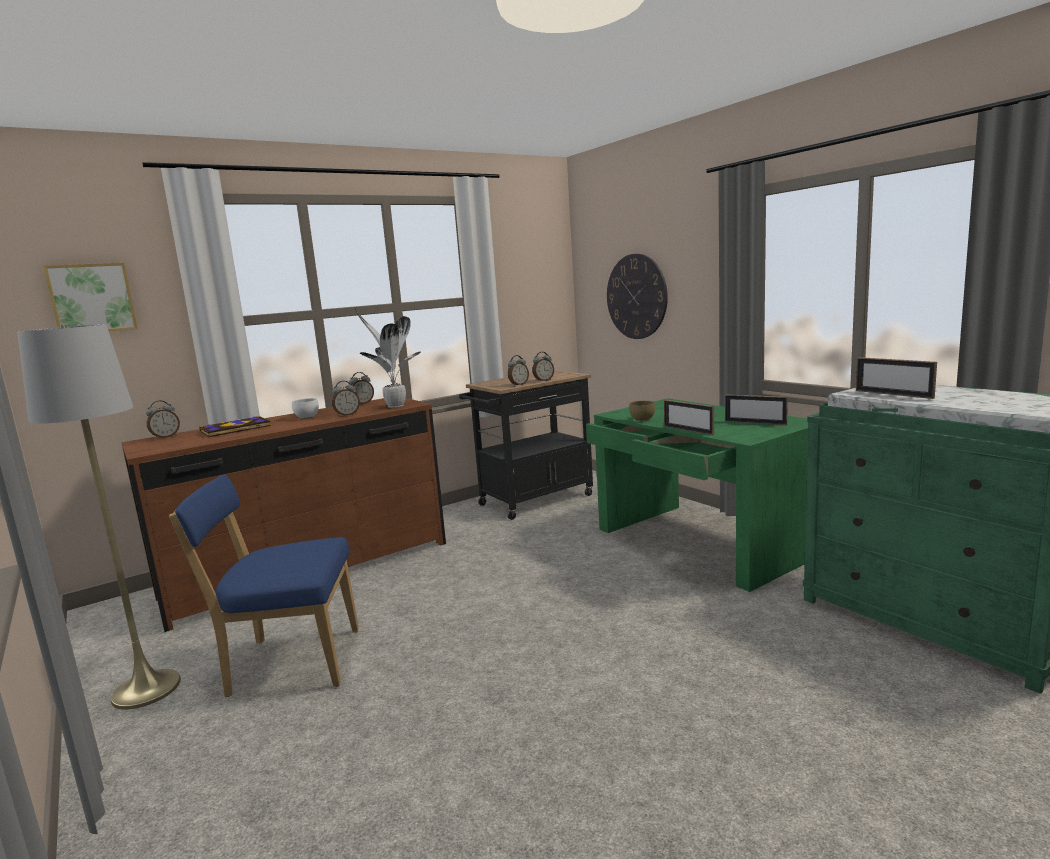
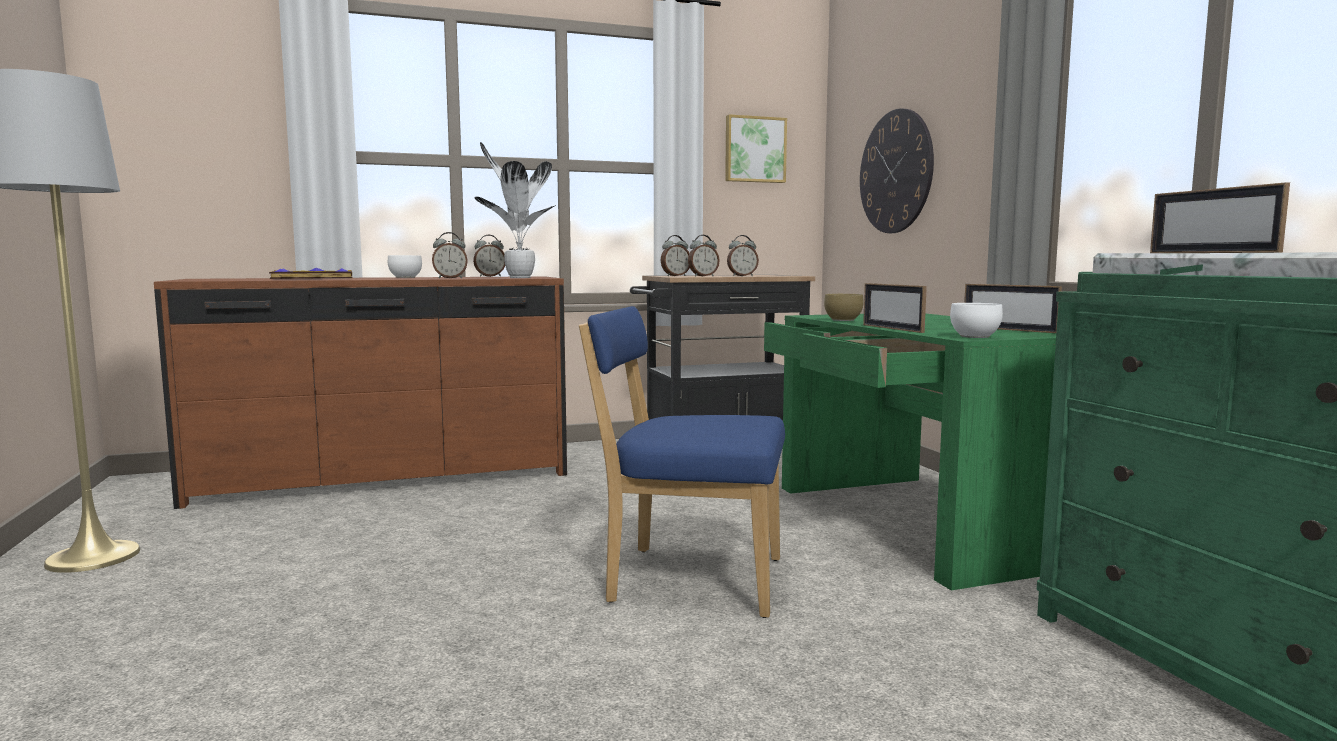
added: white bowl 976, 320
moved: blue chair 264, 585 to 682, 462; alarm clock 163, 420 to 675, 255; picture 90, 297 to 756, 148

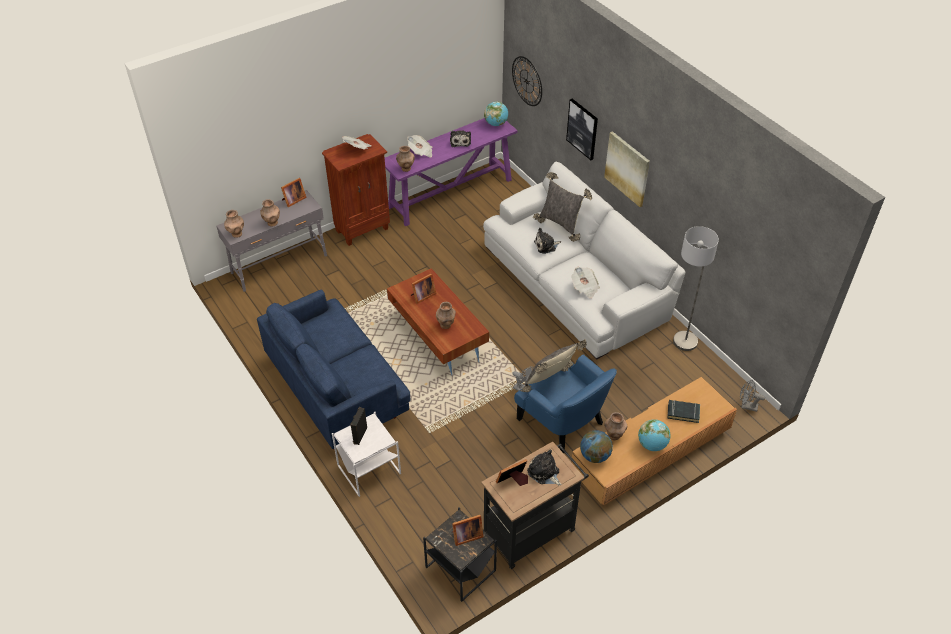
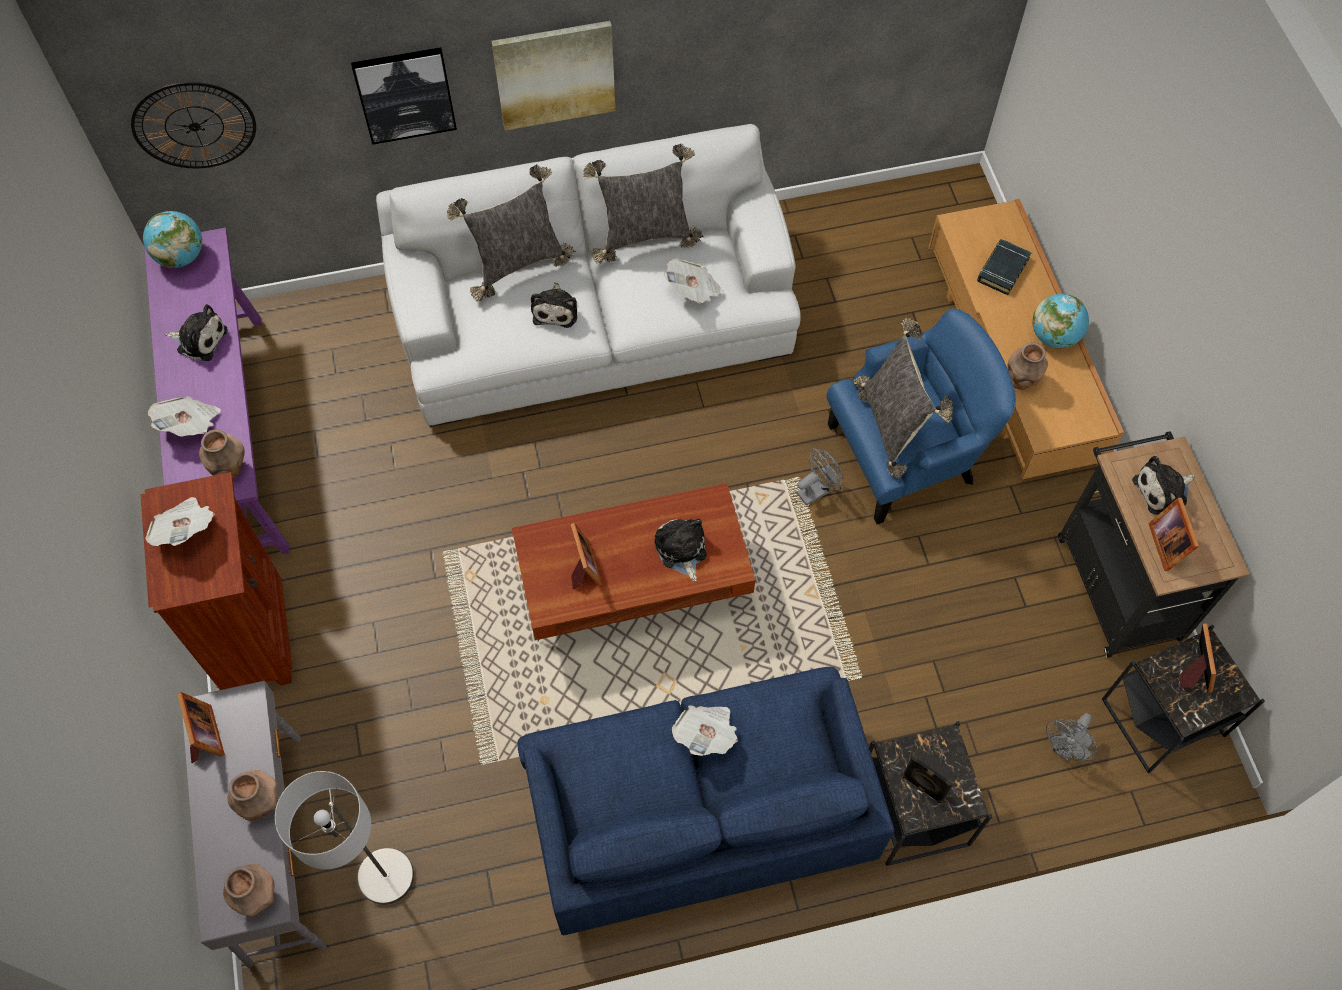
removed: globe 596, 446
added: pillow 643, 203; newspaper 705, 730
moved: grey floor lamp 696, 288 to 344, 838; grey fan 752, 396 to 1072, 737
replaced: brown vase 446, 315 to plush toy 681, 550
recoloured: white side table 366, 454 to black side table 930, 793

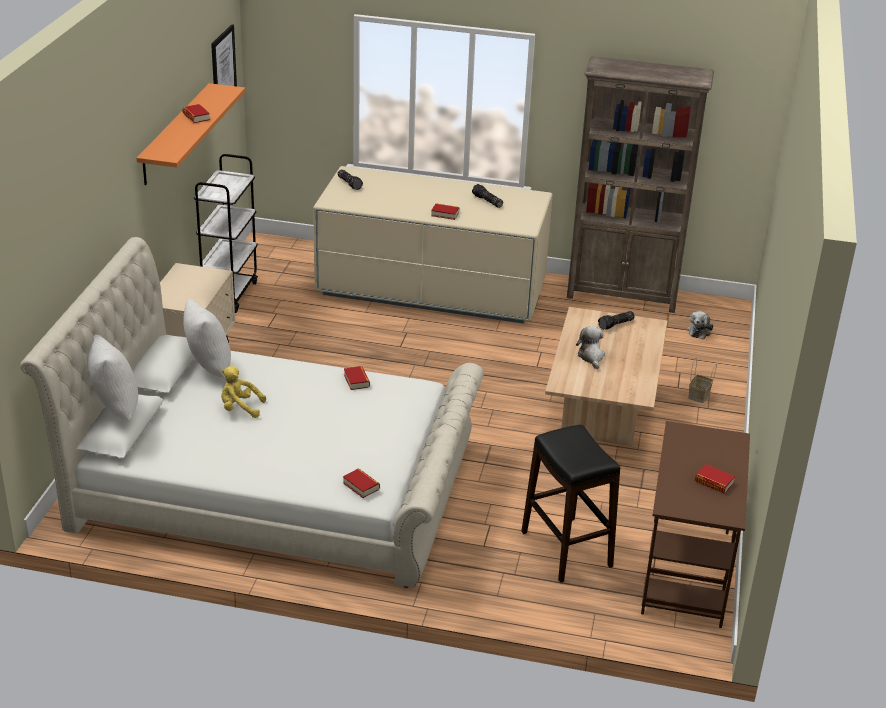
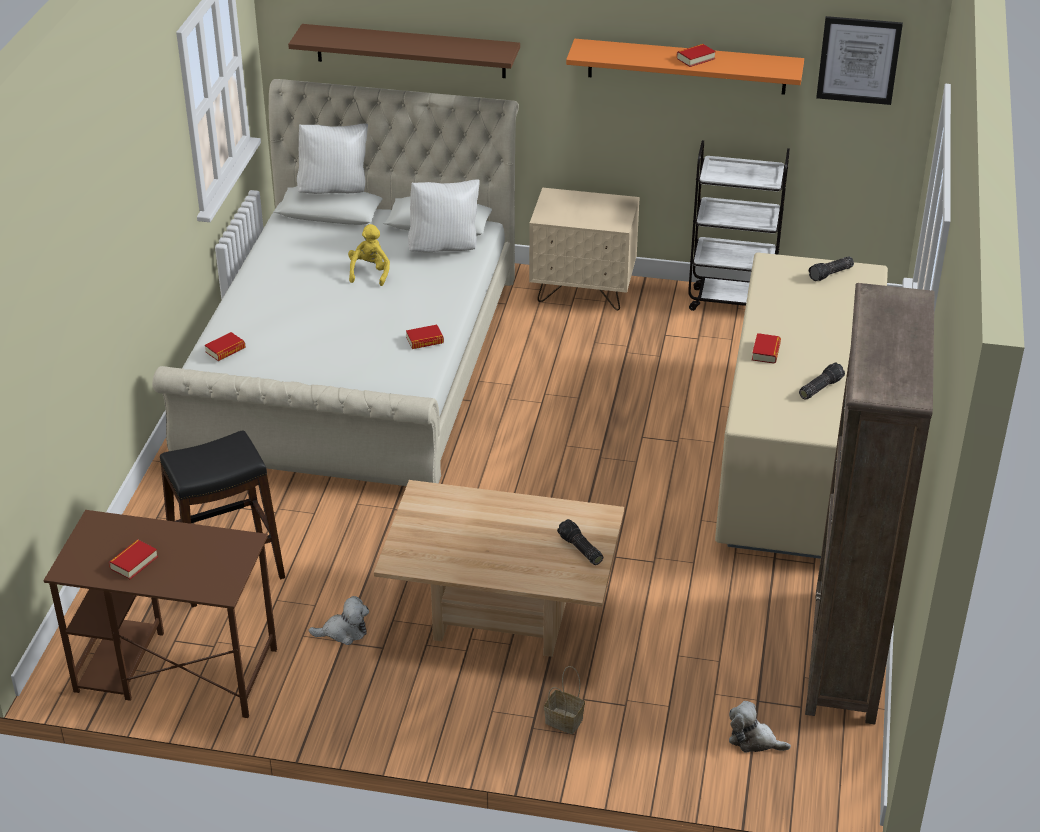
added: brown shelf 404, 51
moved: plush toy 590, 347 to 339, 620

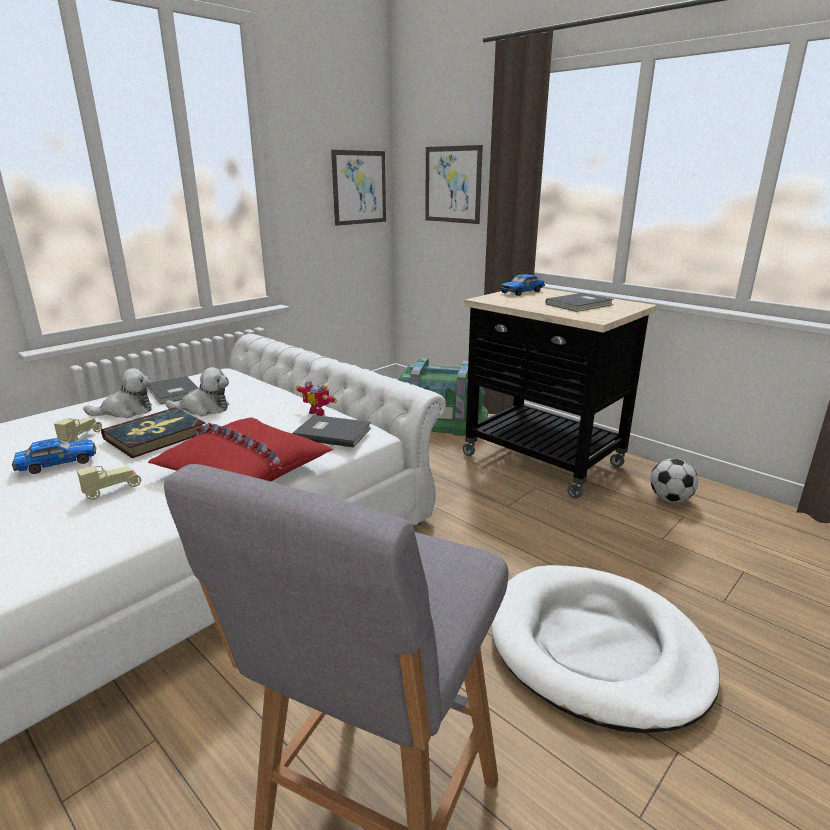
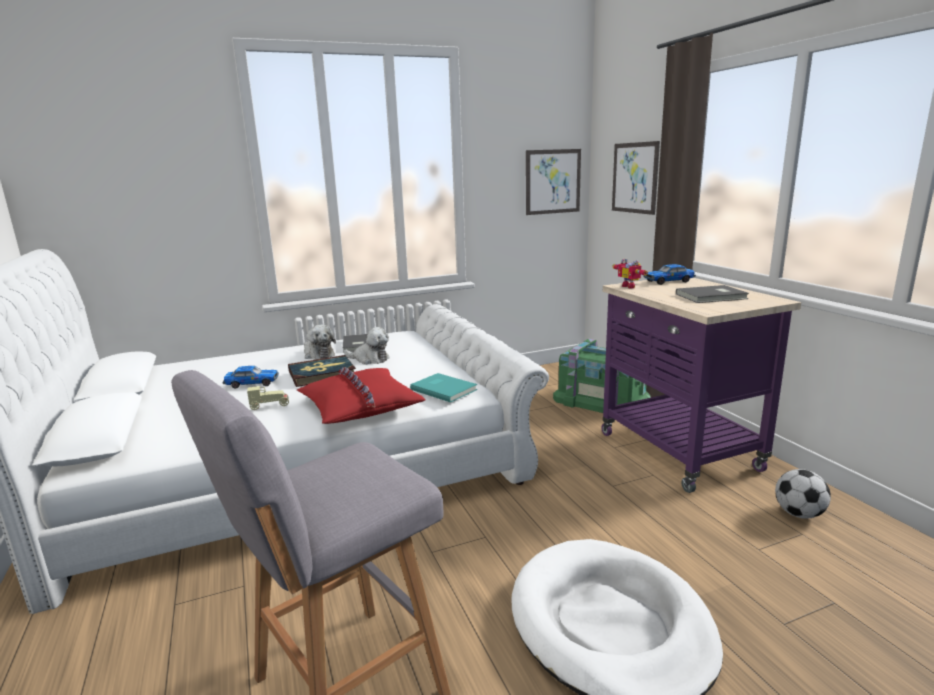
removed: beige toy car 78, 430
moved: toy robot 316, 398 to 630, 273
recoloured: grey book 331, 431 to turquoise book 443, 387; black cart 559, 393 to purple cart 701, 385
turned: plush toy 117, 393 = 320, 342 45 degrees clockwise

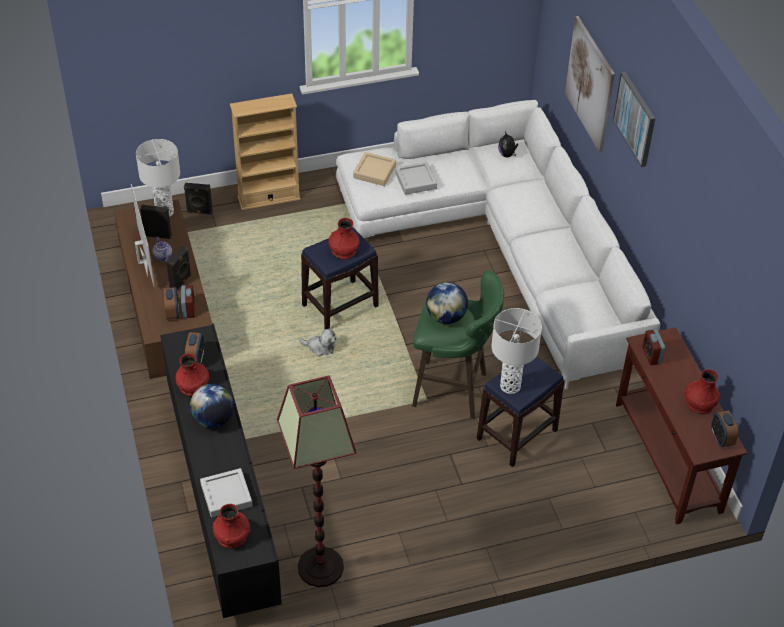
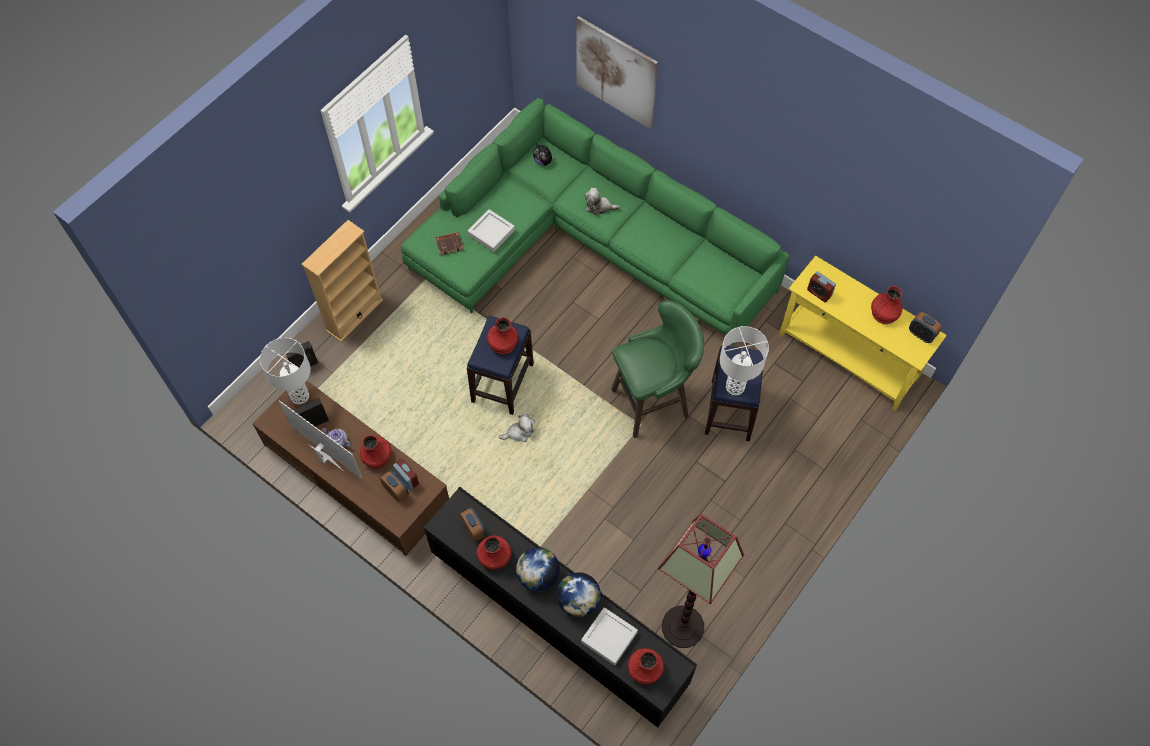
removed: picture 634, 119
added: plush toy 602, 201
moved: globe 447, 303 to 579, 594
replaced: black speaker 178, 267 to red vase 375, 452; beige tray 374, 169 to brown book 449, 243
recoloured: white sofa 498, 245 to green sofa 595, 222; brown console table 681, 425 to yellow console table 863, 333

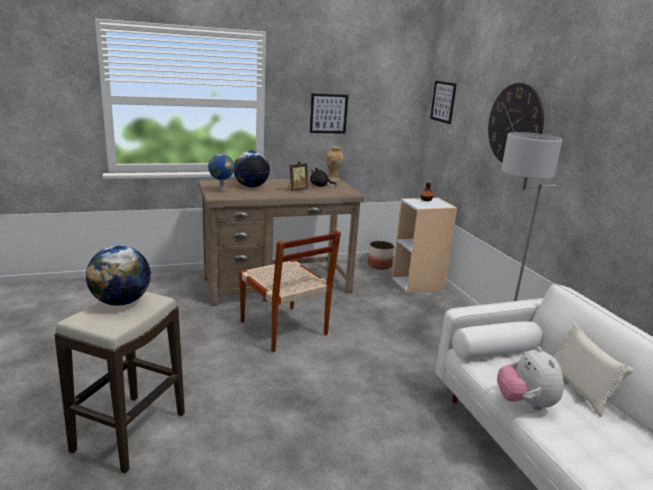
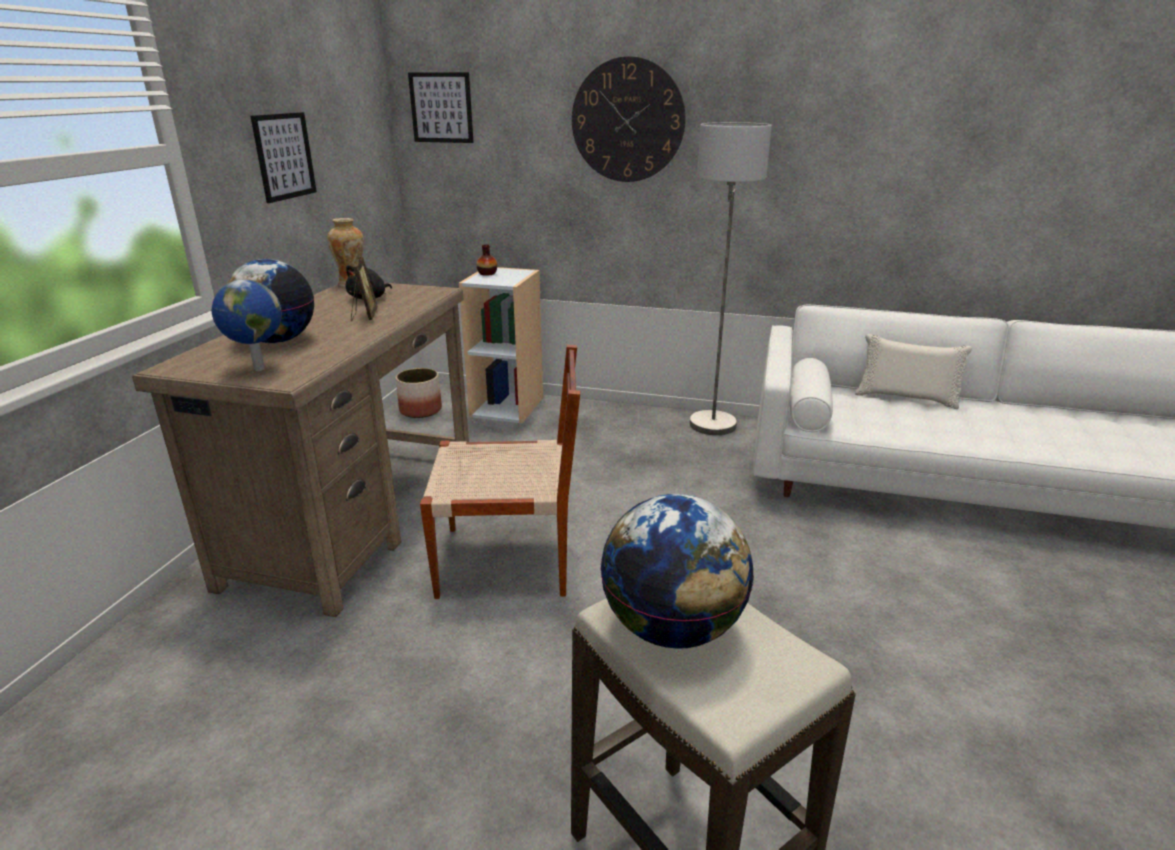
removed: plush toy 530, 378

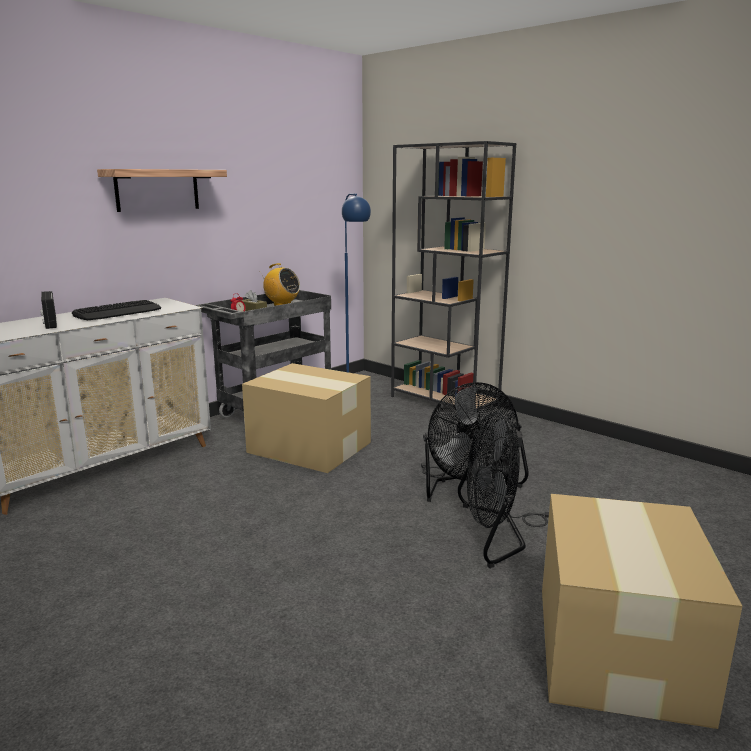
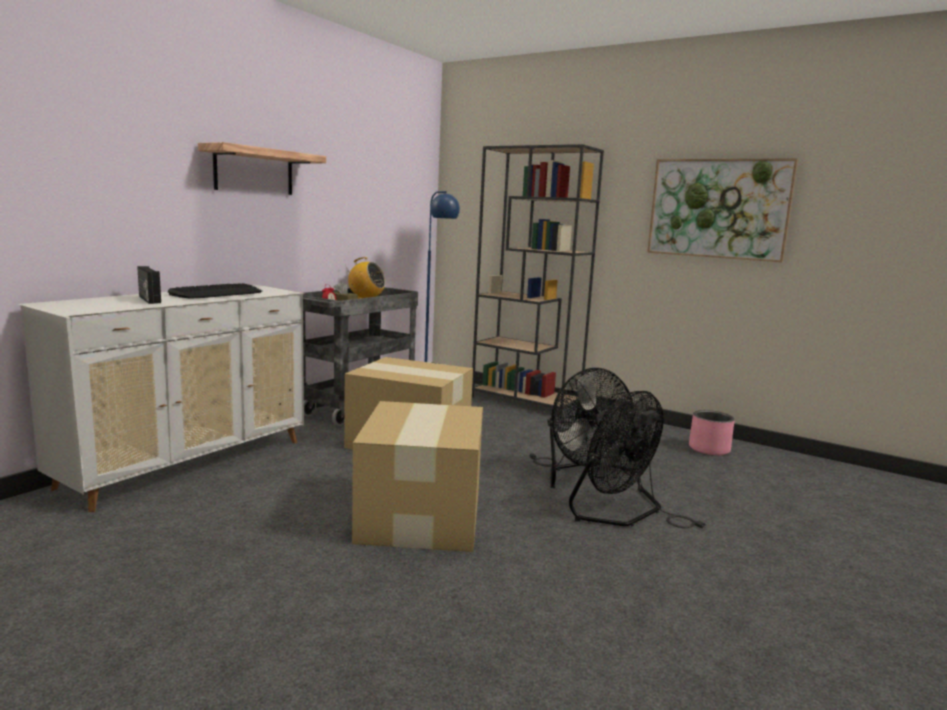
added: picture 722, 210; pink planter 712, 432
moved: cardboard box 642, 611 to 417, 476
turned: black fan 503, 490 = 637, 459 60 degrees clockwise

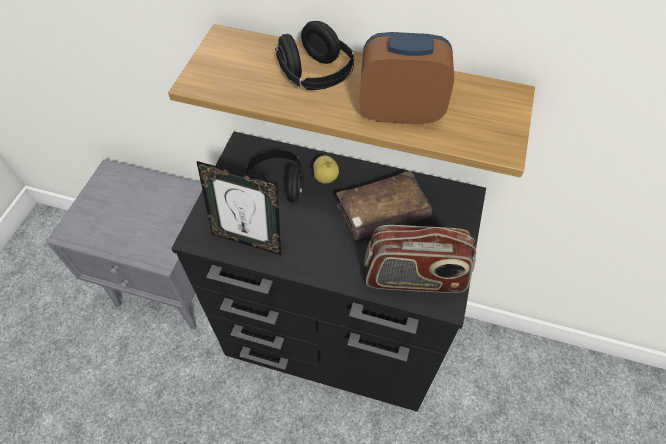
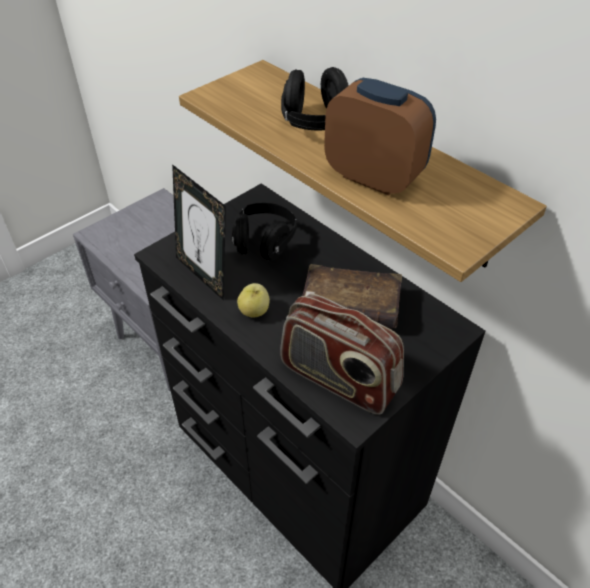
moved: apple 326, 169 to 253, 300

